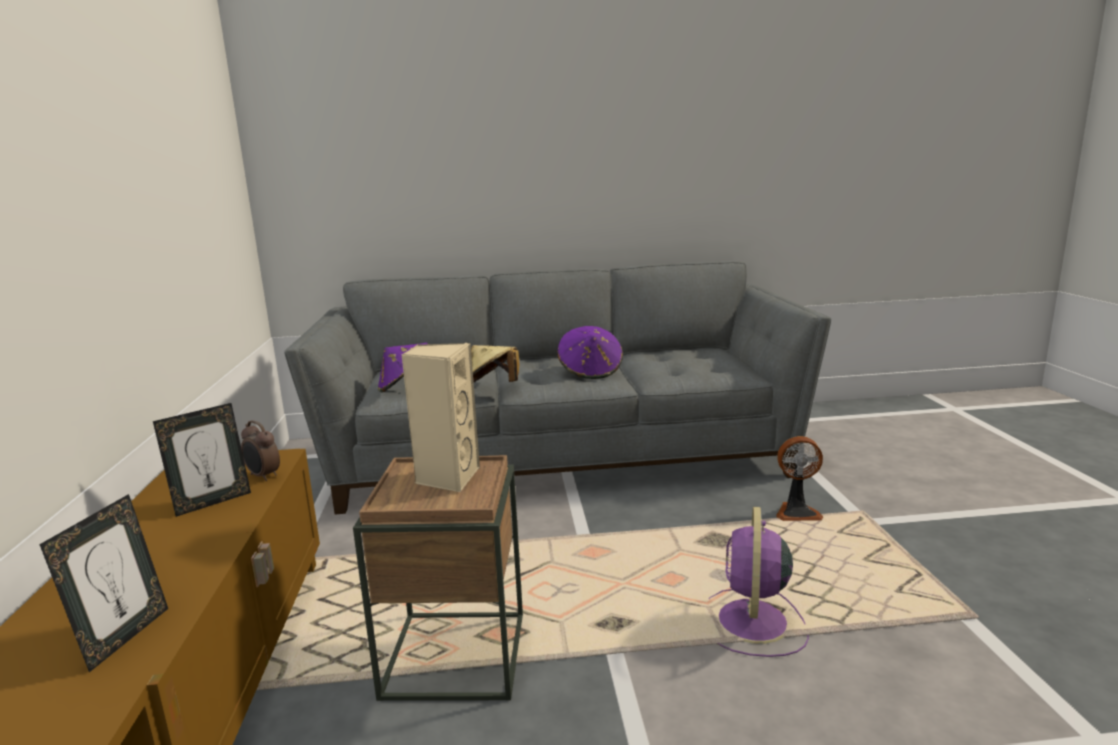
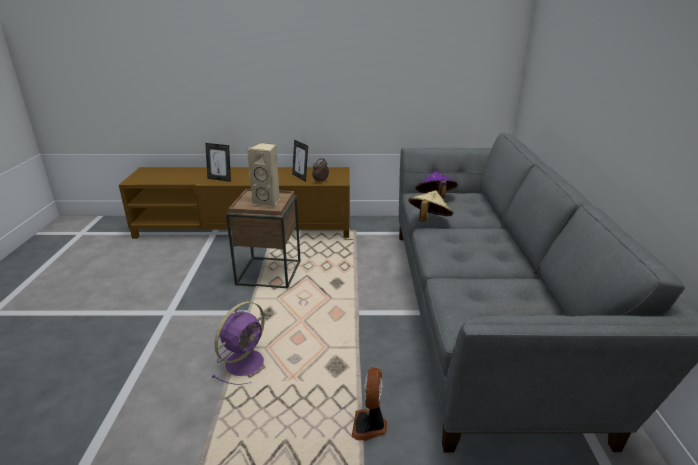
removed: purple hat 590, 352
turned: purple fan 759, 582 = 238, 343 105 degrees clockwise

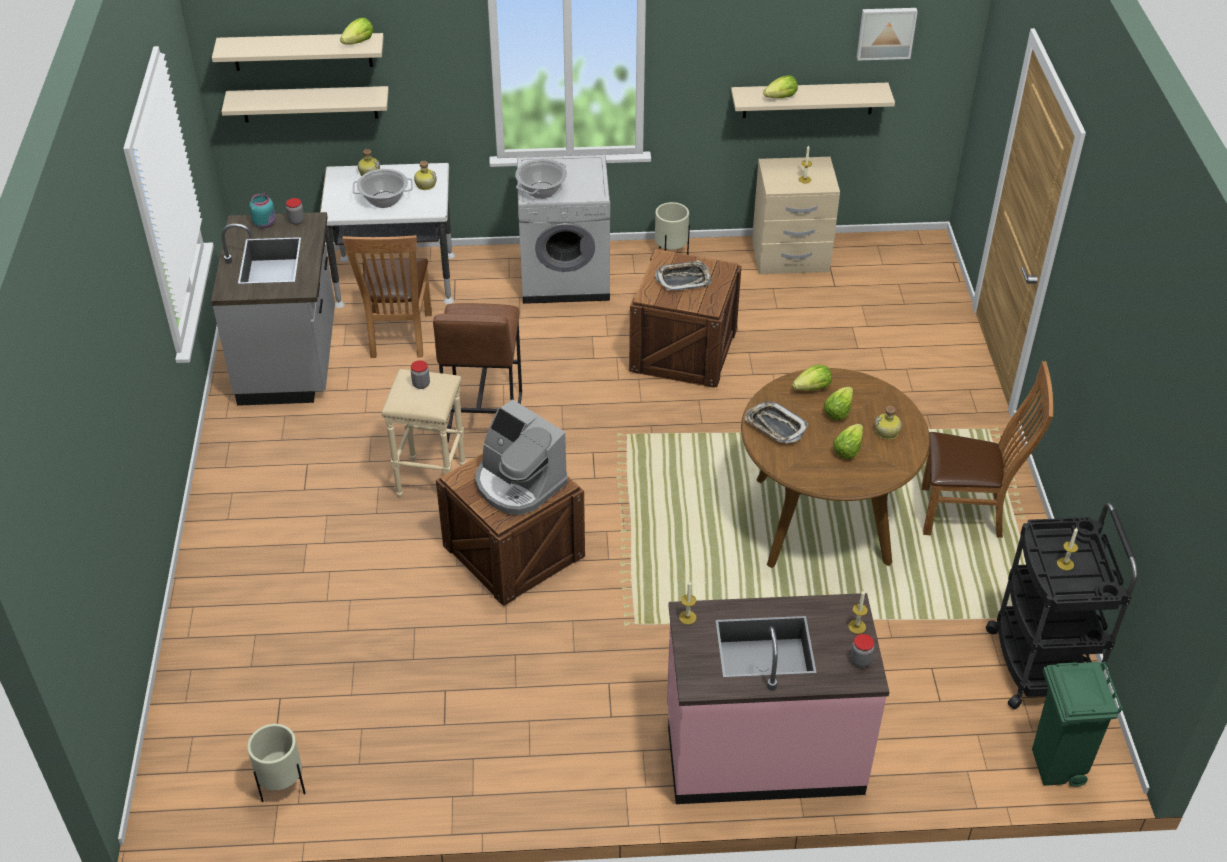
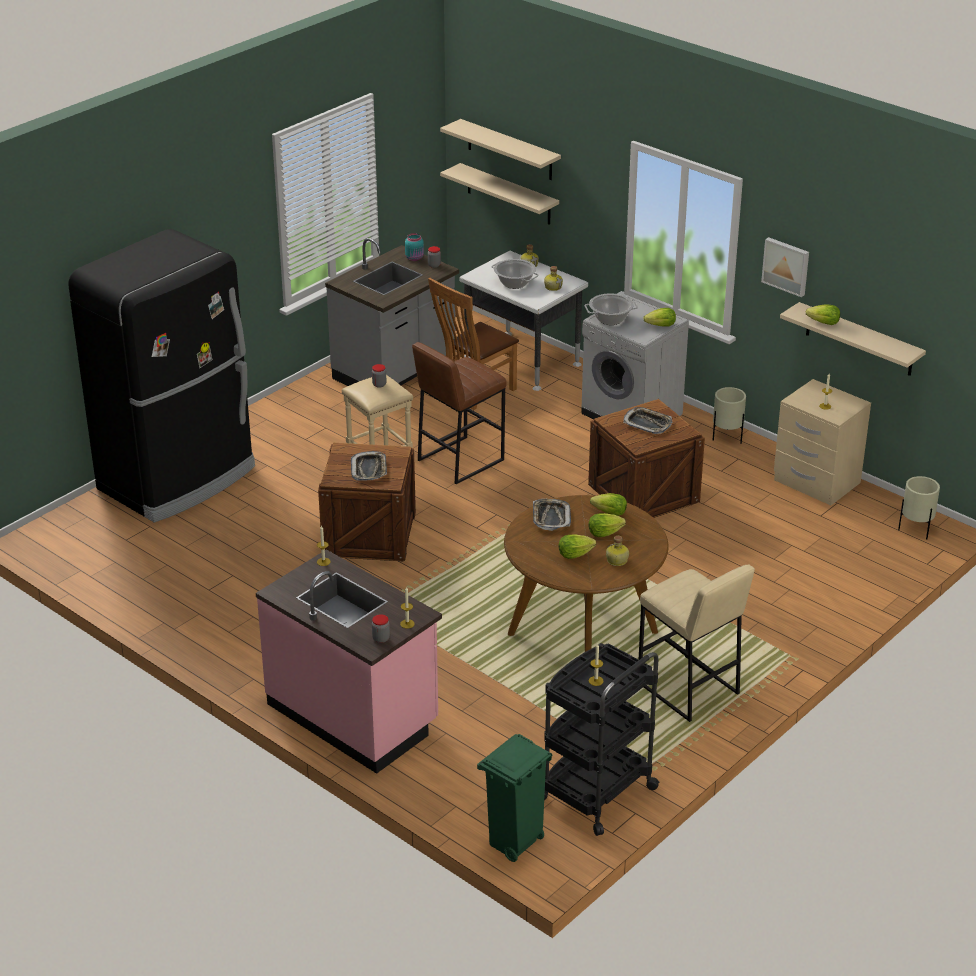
added: black fridge 161, 376
moved: lettuce 357, 31 to 659, 317; picture 887, 34 to 785, 267; beige planter 276, 763 to 919, 508
replaced: coffee machine 521, 457 to tray 369, 466; brown chair 987, 449 to beige stool 697, 643

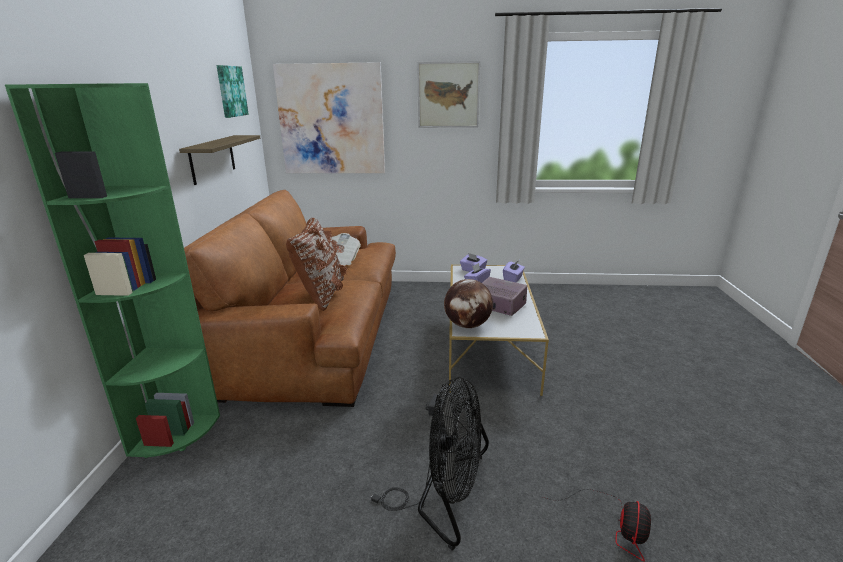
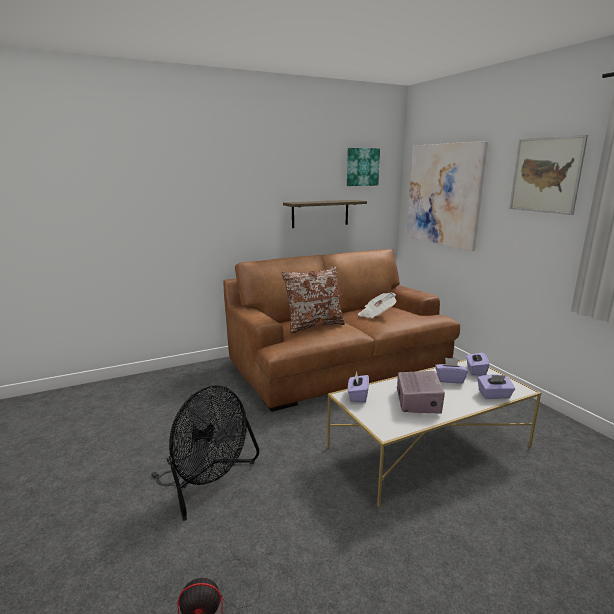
removed: green bookcase 112, 270
replaced: globe 468, 303 to purple tissue box 358, 387
turned: black fan 429, 464 = 205, 453 45 degrees counterclockwise

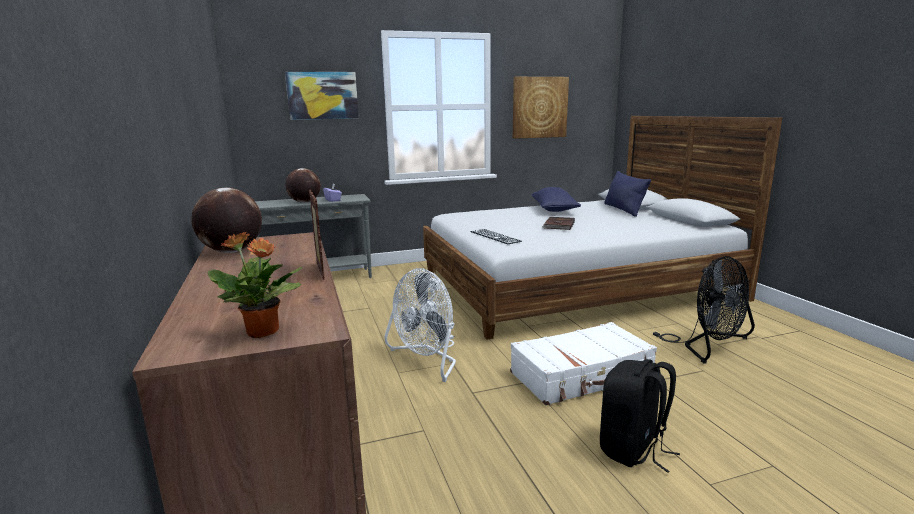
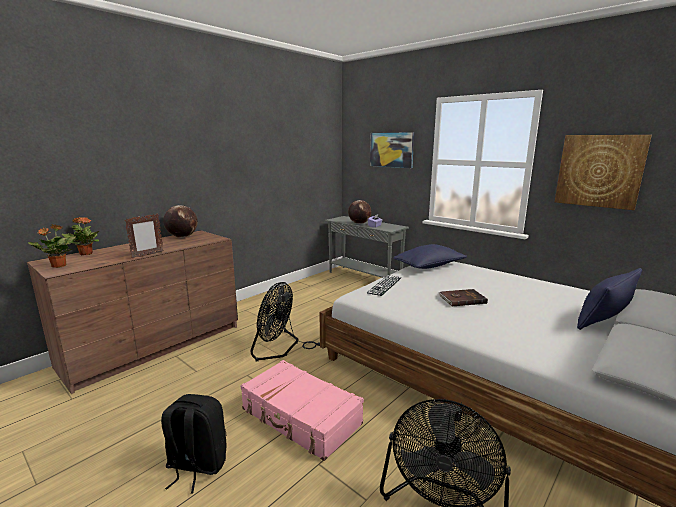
added: potted plant 80, 236
moved: blue pillow 556, 199 to 430, 256
recoloured: white suitcase 583, 363 to pink suitcase 302, 410; white fan 420, 325 to black fan 285, 322

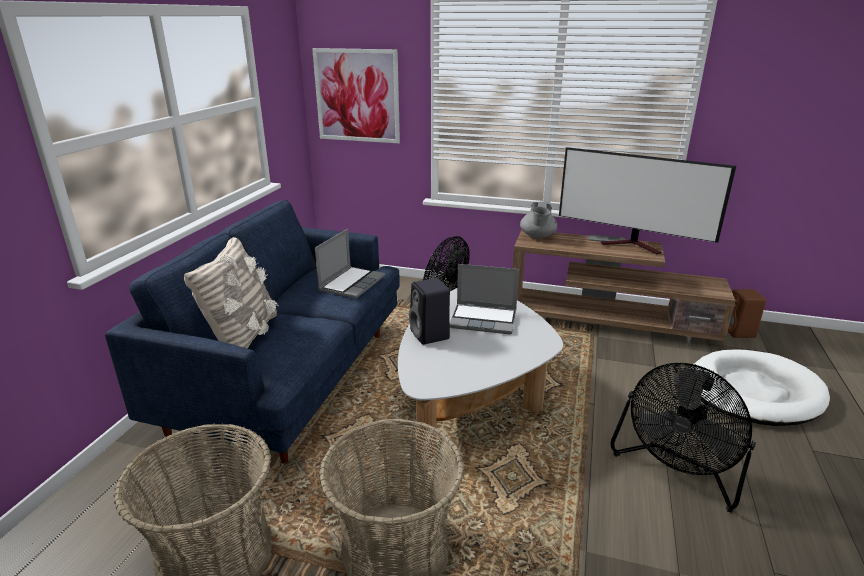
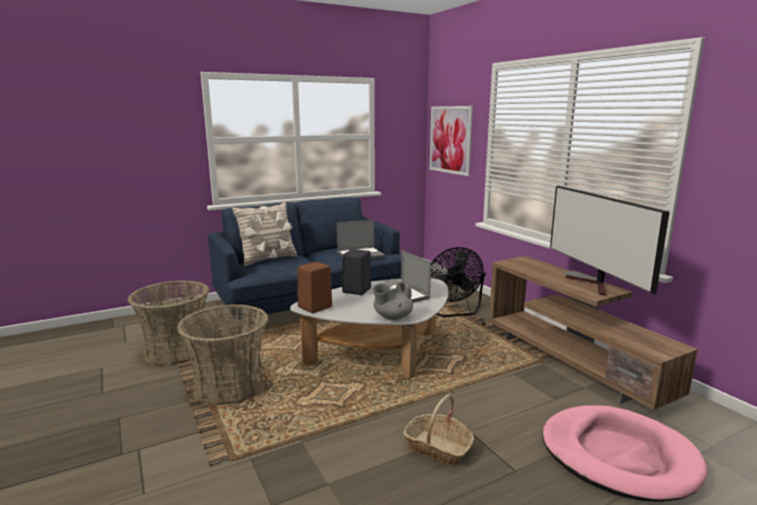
moved: brown speaker 746, 313 to 314, 287; grey teapot 538, 220 to 393, 300
replaced: black fan 683, 438 to basket 438, 430
recoloured: white dog bed 760, 388 to pink dog bed 624, 453

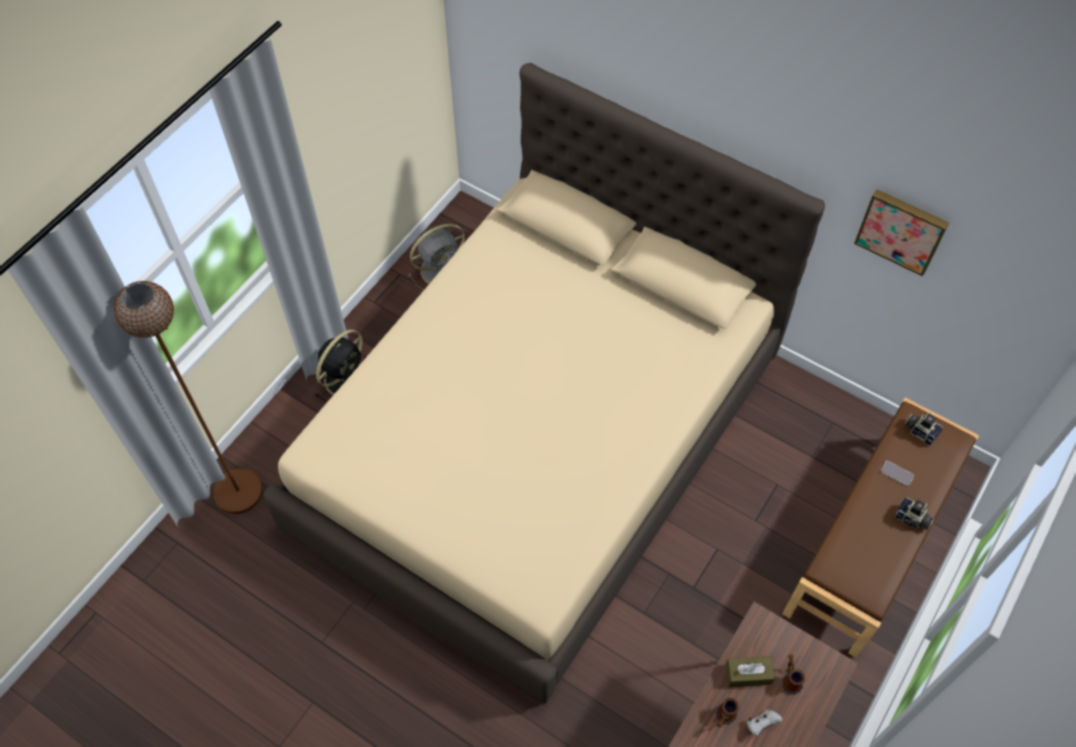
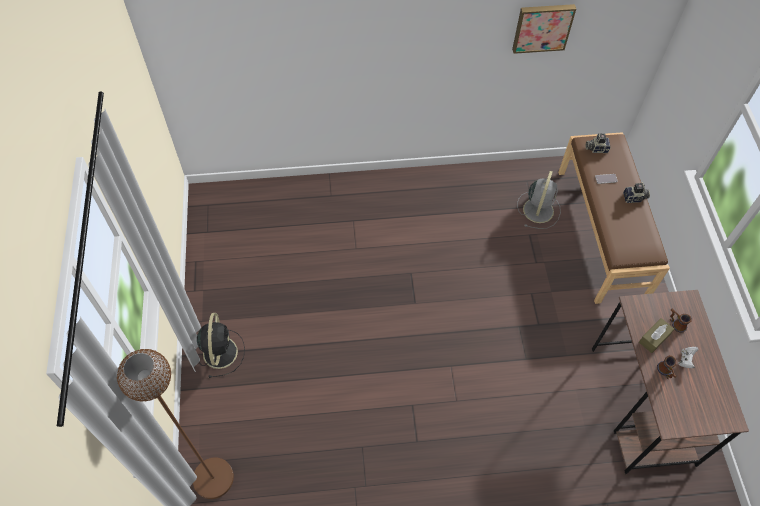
removed: beige bed 544, 383
moved: grey fan 436, 257 to 539, 200

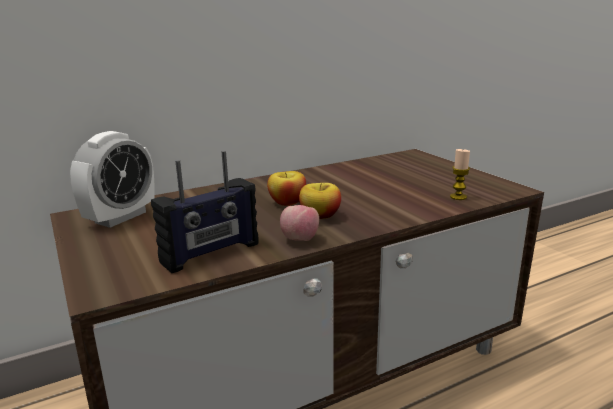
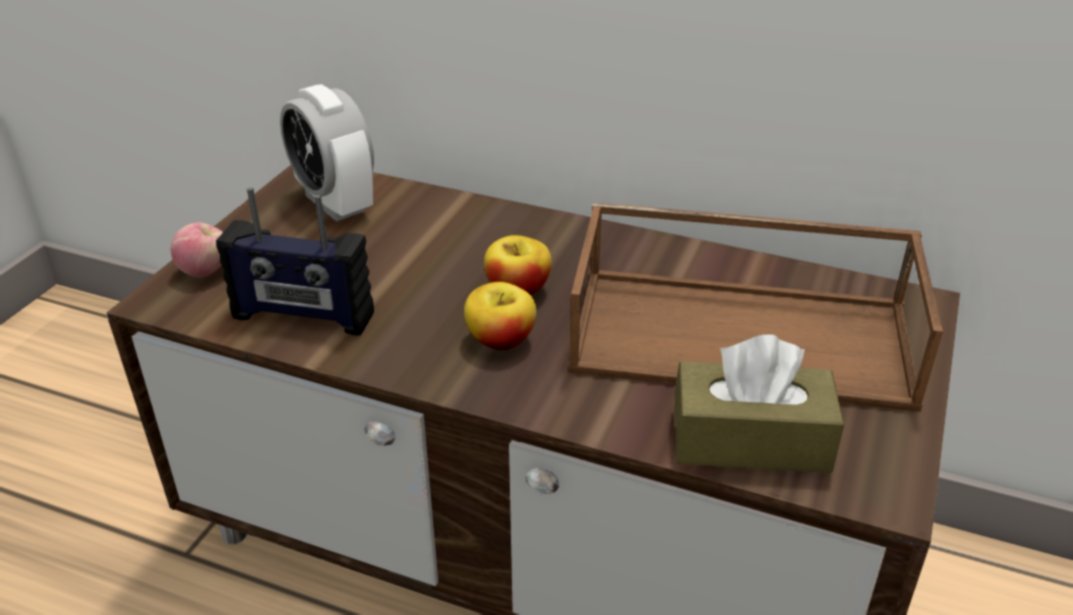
added: brown tray 755, 307
moved: apple 299, 223 to 197, 250
replaced: candle 460, 174 to brown tissue box 759, 404
turned: alarm clock 112, 179 = 327, 153 60 degrees clockwise

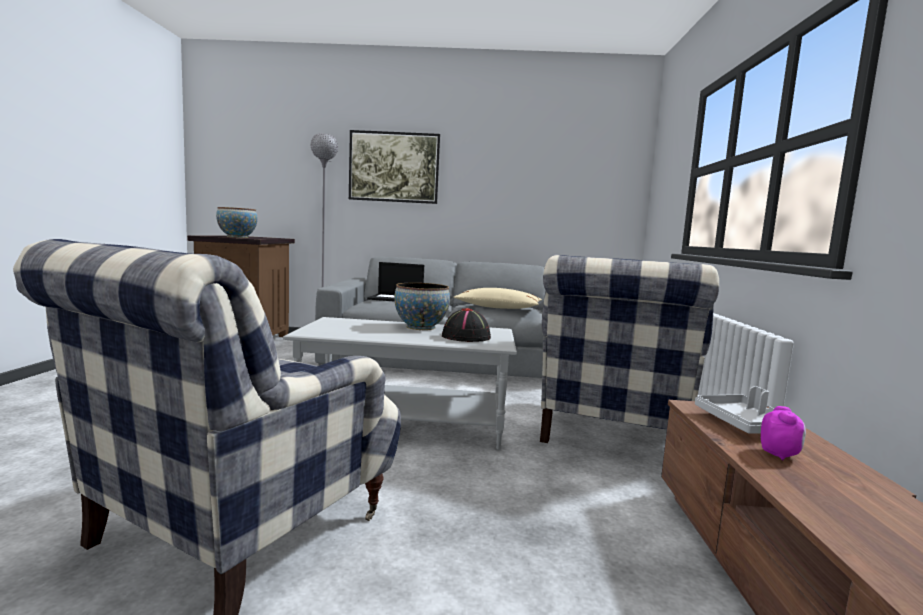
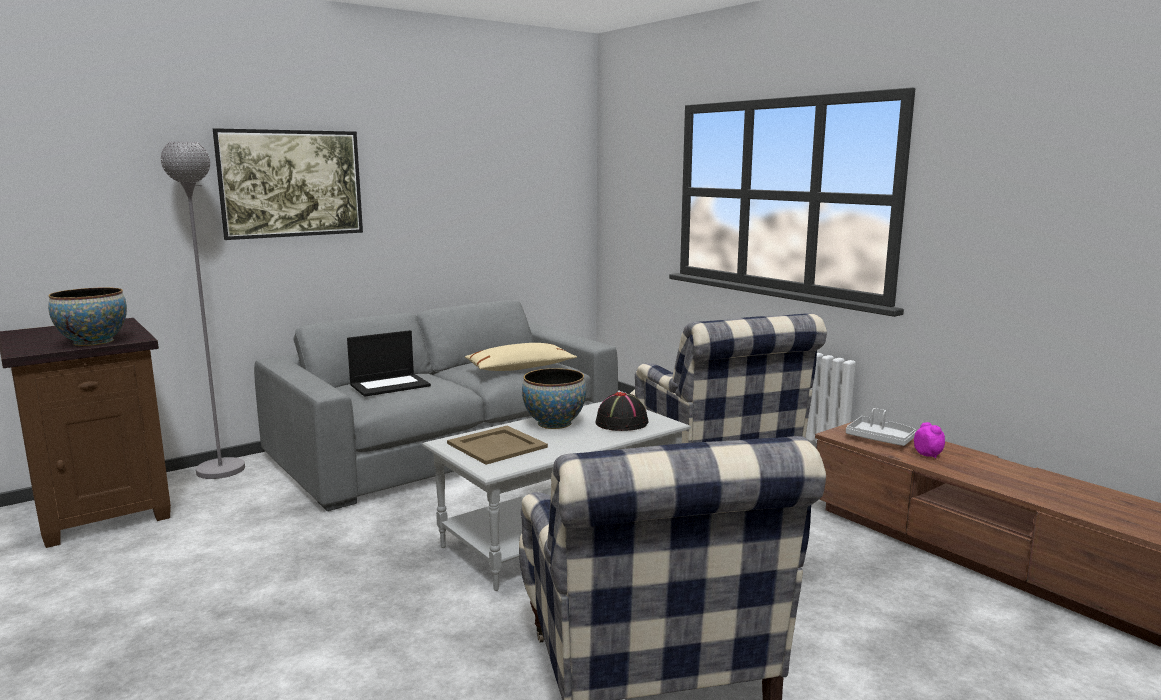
added: beige tray 497, 445

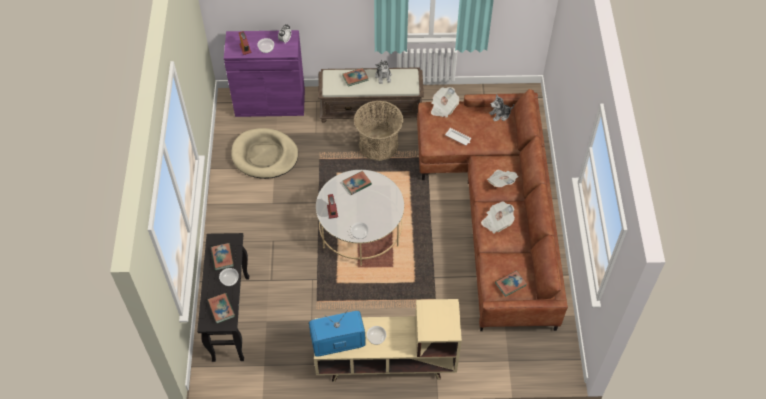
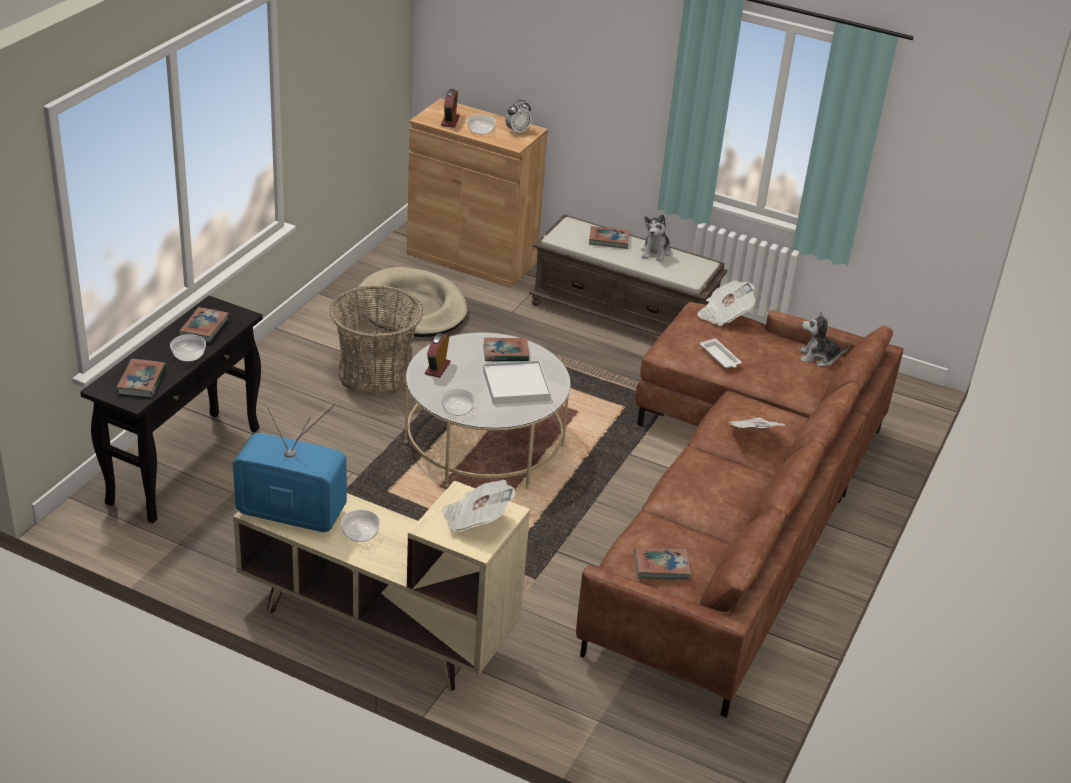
added: white tray 517, 382
moved: basket 378, 130 to 376, 341; newspaper 498, 217 to 478, 506
recoloured: purple cabinet 264, 73 to brown cabinet 477, 193

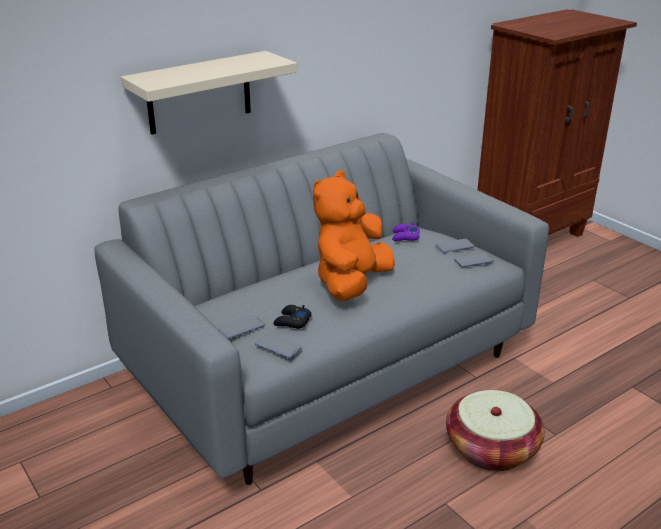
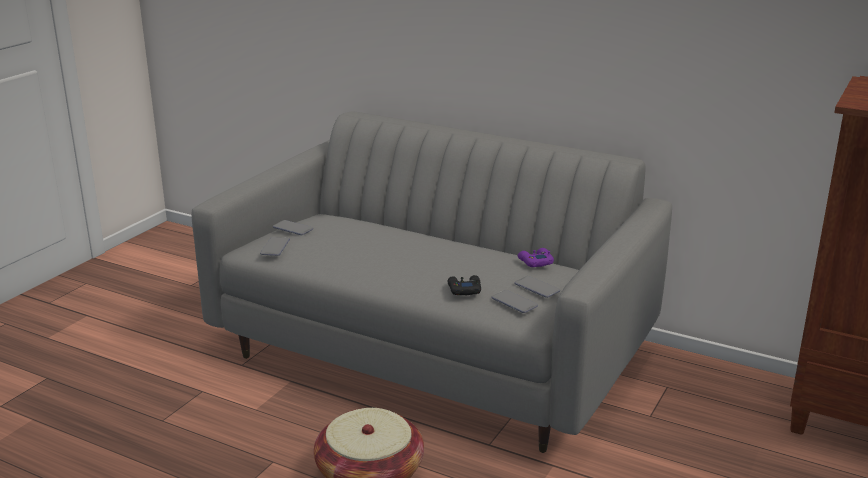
removed: beige shelf 209, 93; orange plush toy 354, 235
moved: black game controller 292, 317 to 464, 285

